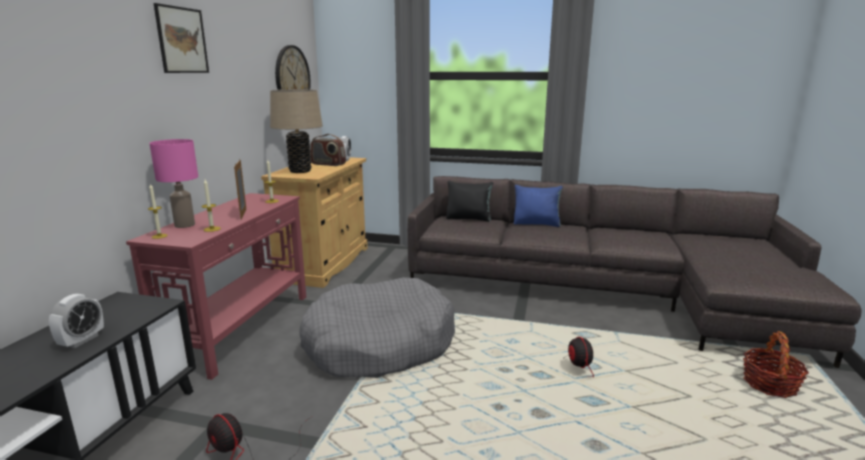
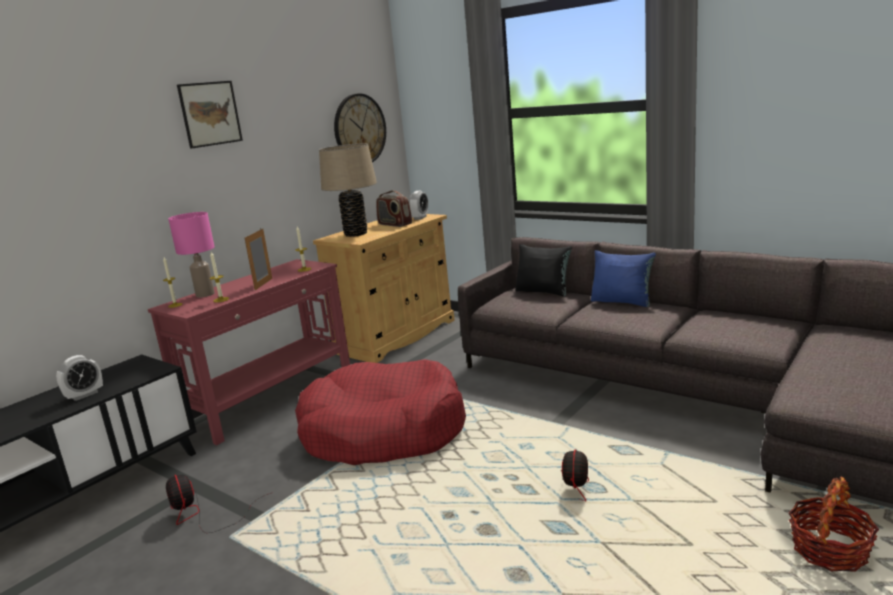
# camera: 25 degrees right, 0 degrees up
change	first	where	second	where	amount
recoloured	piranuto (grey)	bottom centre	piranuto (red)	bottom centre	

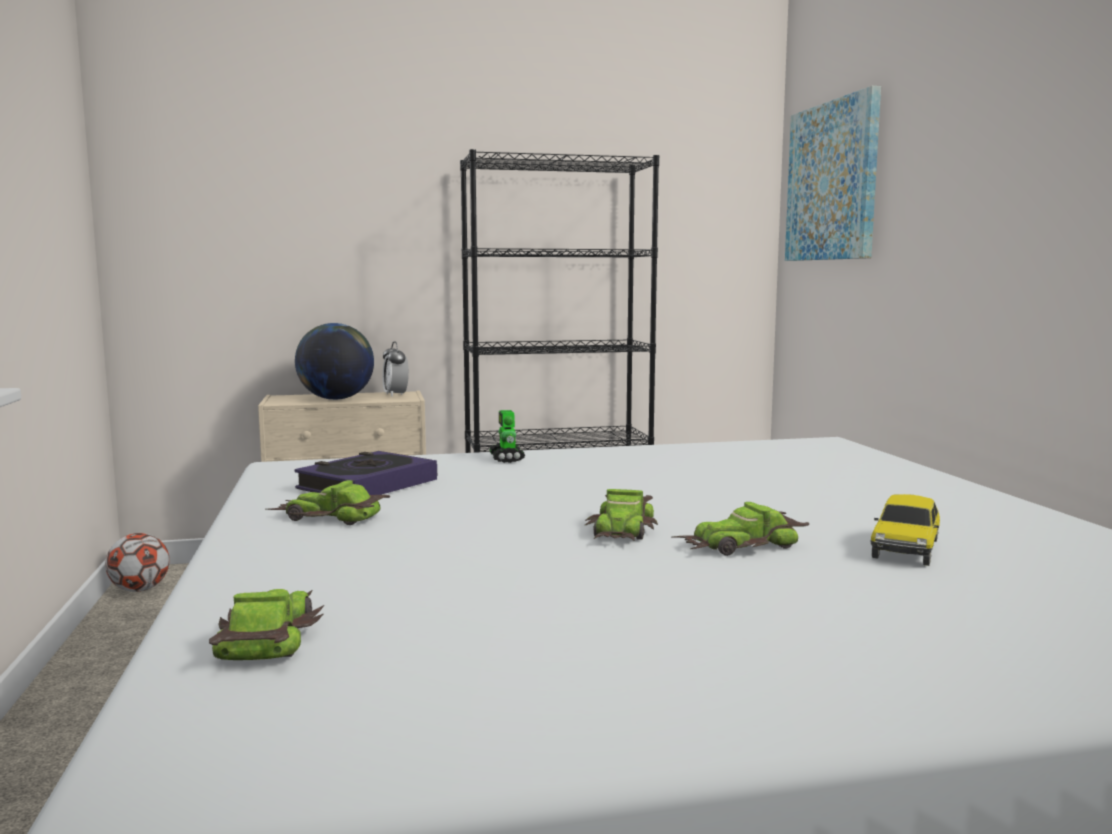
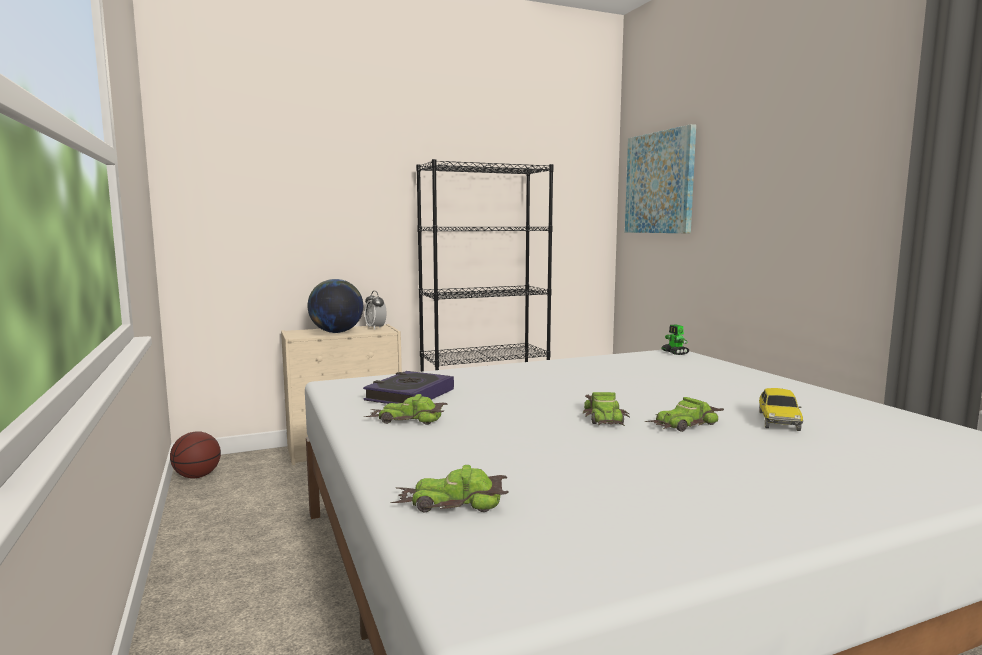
# camera: 10 degrees left, 0 degrees up
change	first	where	second	where	amount
replaced	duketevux	bottom left	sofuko	bottom left	
turned	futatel (1st from left in the first image)	bottom left	futatel (2nd from left)	bottom centre	75 degrees counterclockwise
moved	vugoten	centre		middle right	

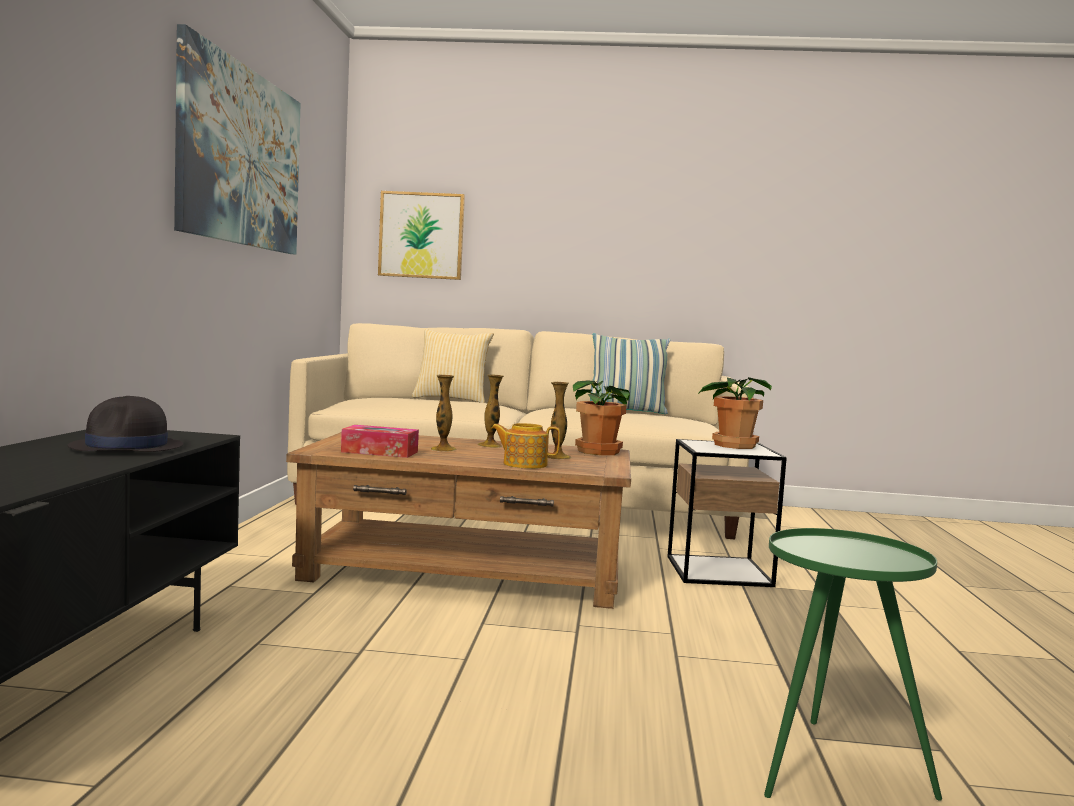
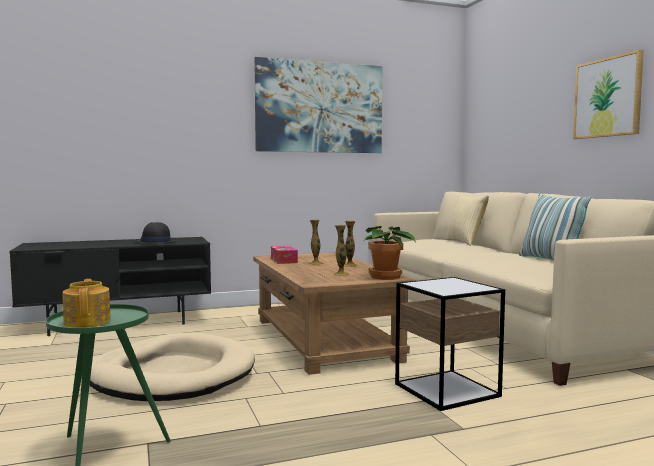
# camera: 65 degrees right, 0 degrees up
change	first	where	second	where	amount
moved	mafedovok	centre		middle left	
added			piranuto (beige)	bottom left	
moved	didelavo (2nd from left)	top centre		top right	
removed	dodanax (2nd from left)	middle right			

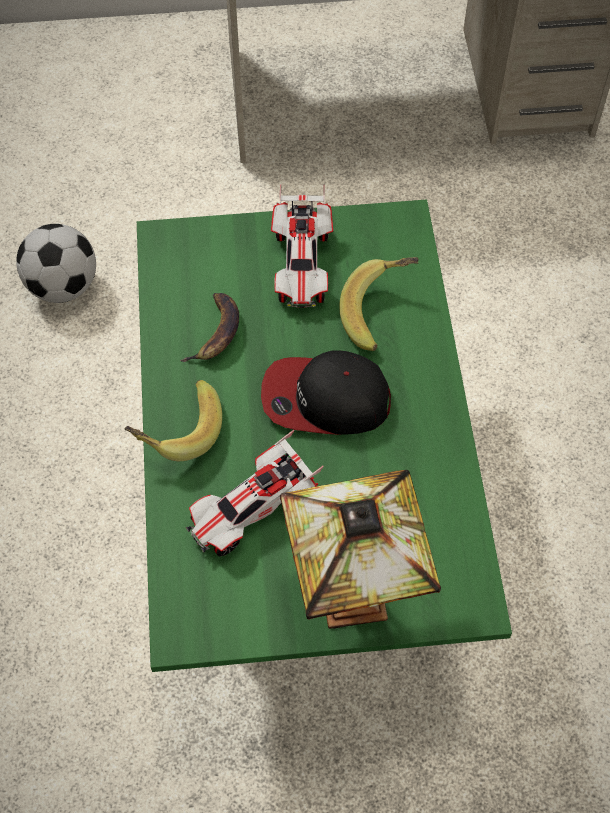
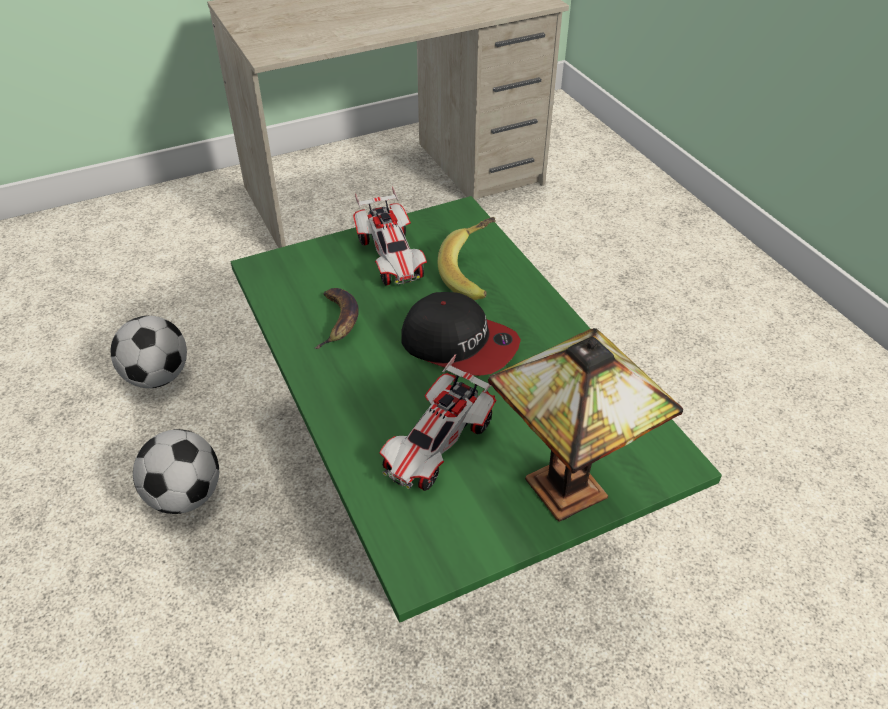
# camera: 20 degrees left, 15 degrees down
change	first	where	second	where	amount
added			duketevux (2nd from left)	middle left	
turned	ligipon	centre		centre	135 degrees counterclockwise
removed	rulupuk (1st from left)	middle left			

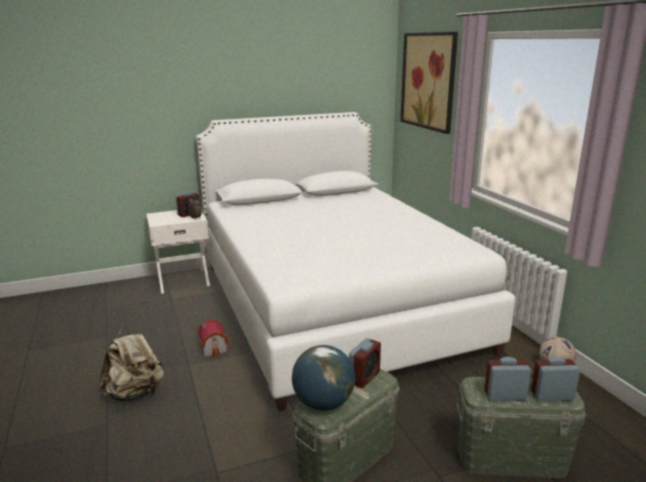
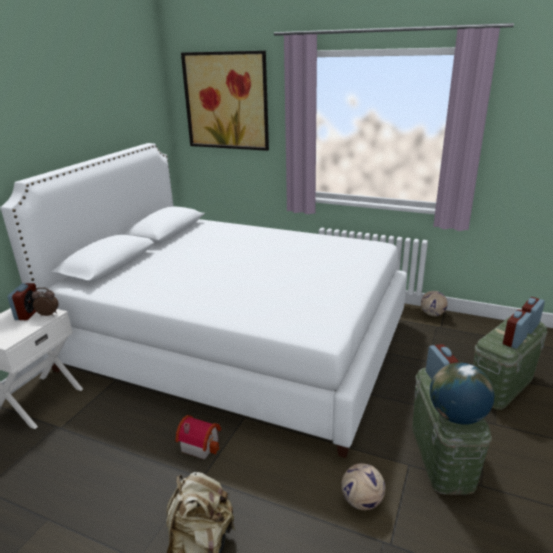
# camera: 45 degrees left, 5 degrees up
change	first	where	second	where	amount
added			duketevux (1st from left)	bottom centre	

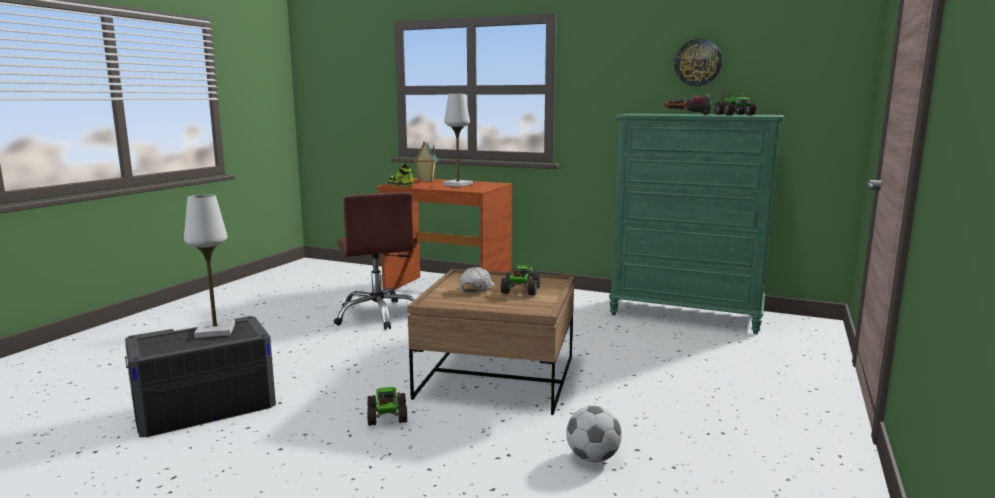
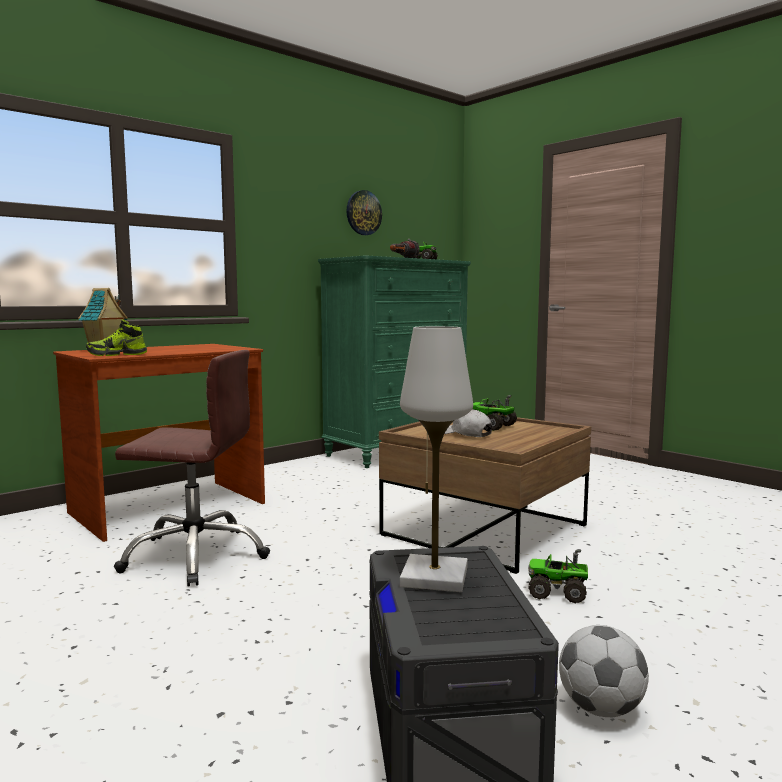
# camera: 65 degrees left, 5 degrees down
change	first	where	second	where	amount
moved	duketevux	bottom centre		bottom right	
removed	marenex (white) (2nd from left)	top centre			

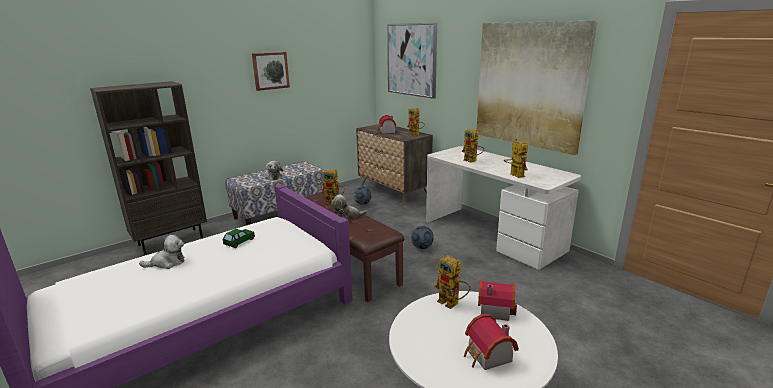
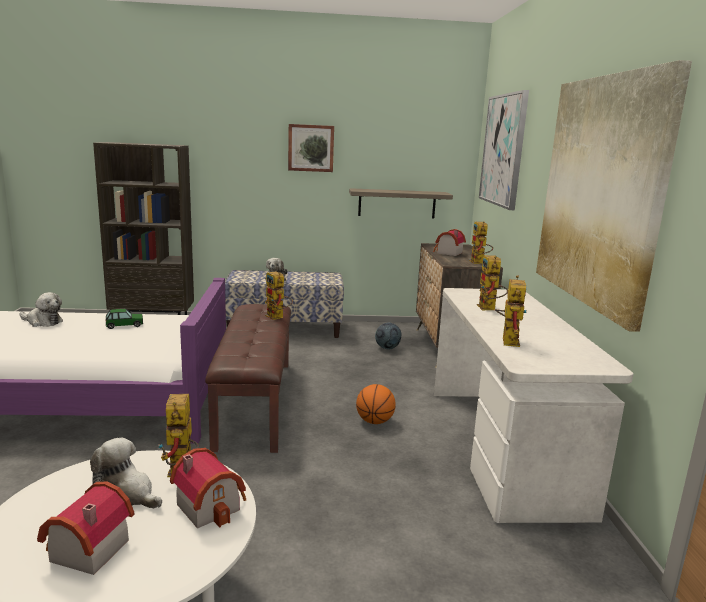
# camera: 35 degrees right, 5 degrees down
change	first	where	second	where	amount
moved	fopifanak (3rd from left in the first image)	centre	fopifanak (2nd from left)	bottom left	
added			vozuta	centre	
replaced	duketevux (2nd from left)	centre	sofuko	bottom centre	

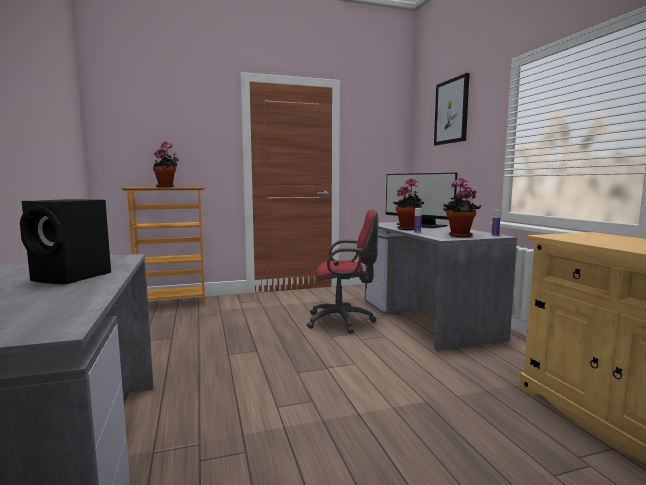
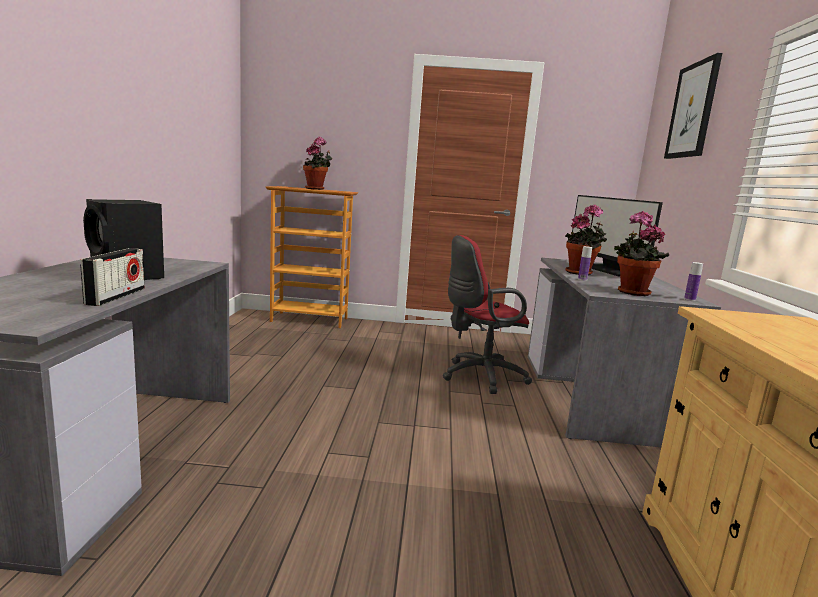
# camera: 20 degrees right, 5 degrees up
change	first	where	second	where	amount
added			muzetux	middle left	
turned	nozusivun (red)	centre		centre	135 degrees clockwise

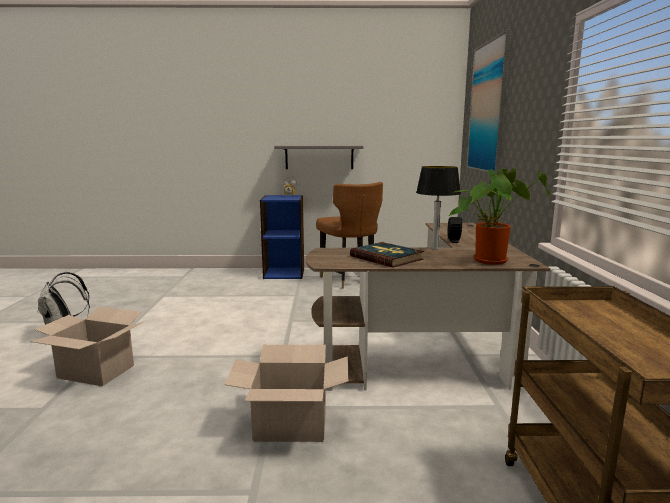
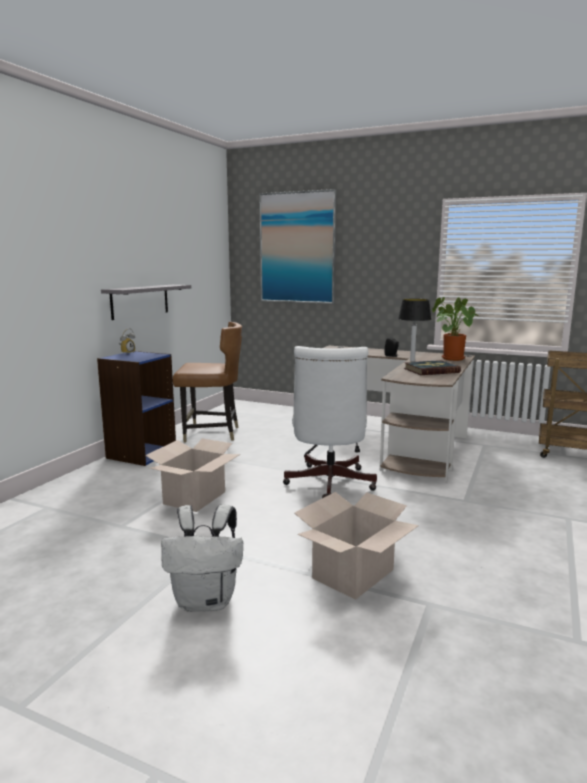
# camera: 65 degrees left, 0 degrees up
change	first	where	second	where	amount
moved	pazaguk (2nd from left in the first image)	bottom centre	pazaguk (1st from left)	middle left	
added			nozusivun (white)	centre	

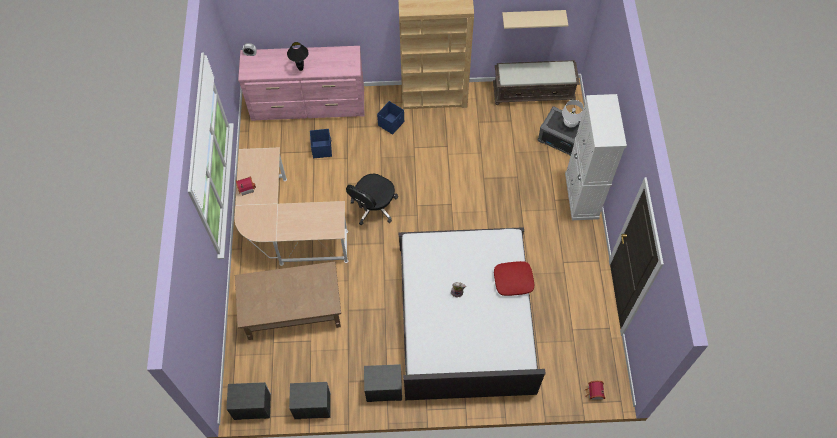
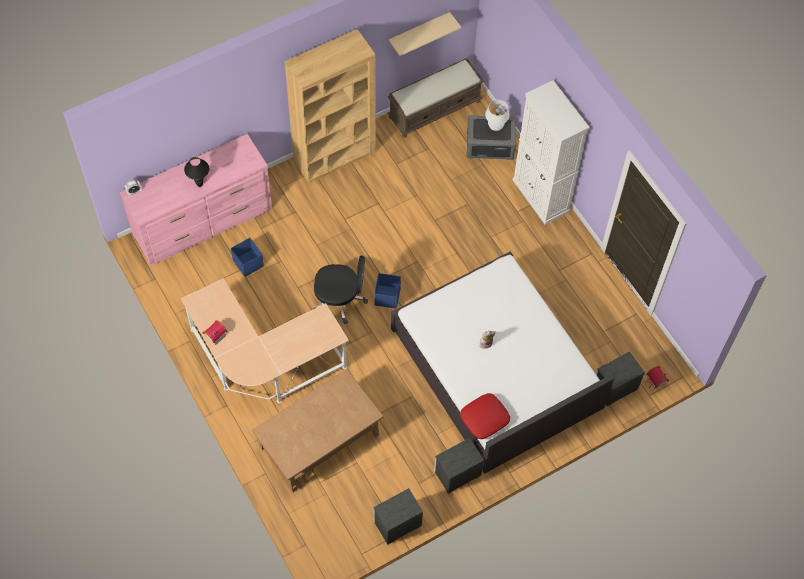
# camera: 30 degrees left, 0 degrees up
change	first	where	second	where	amount
turned	nozusivun (black)	centre		centre	90 degrees counterclockwise
moved	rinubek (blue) (2nd from left)	top centre		centre	
moved	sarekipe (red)	centre		bottom centre	
moved	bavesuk (1st from left in the first image)	bottom left	bavesuk (3rd from left)	middle right	

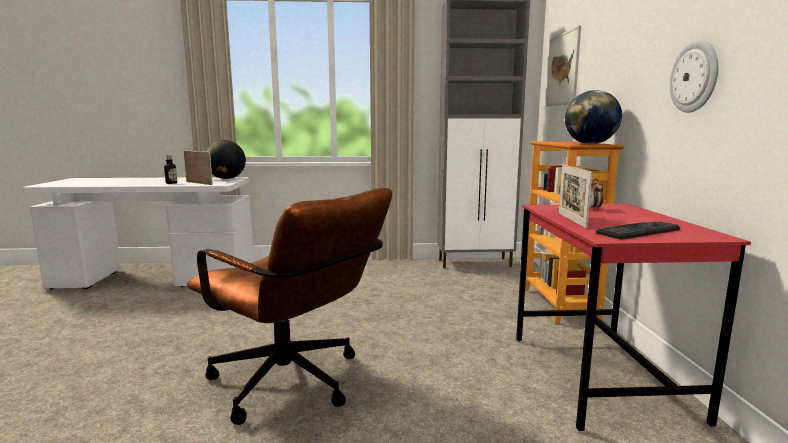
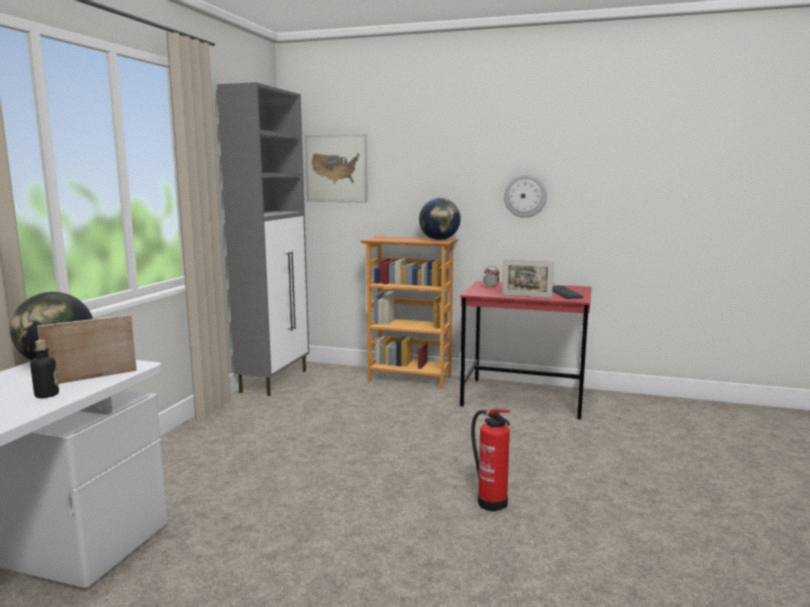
# camera: 70 degrees left, 0 degrees up
change	first	where	second	where	amount
replaced	nozusivun (brown)	bottom centre	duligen	bottom centre	

